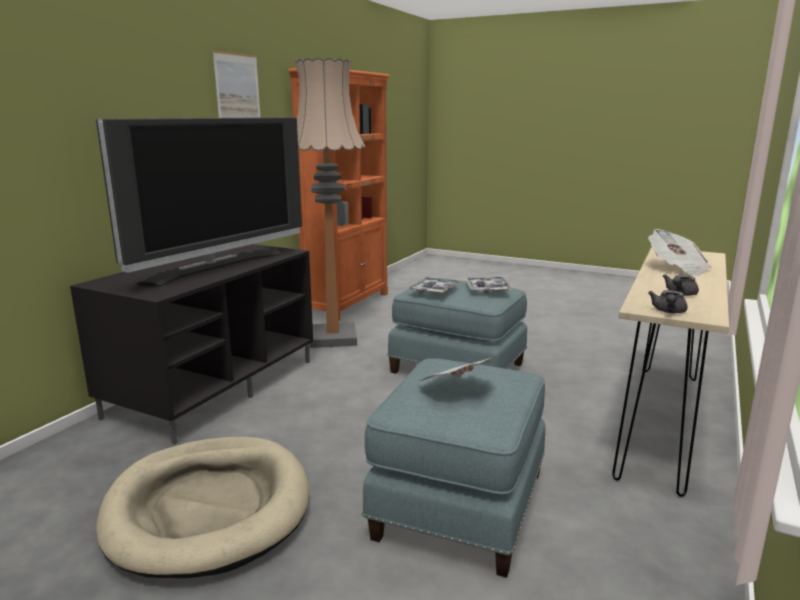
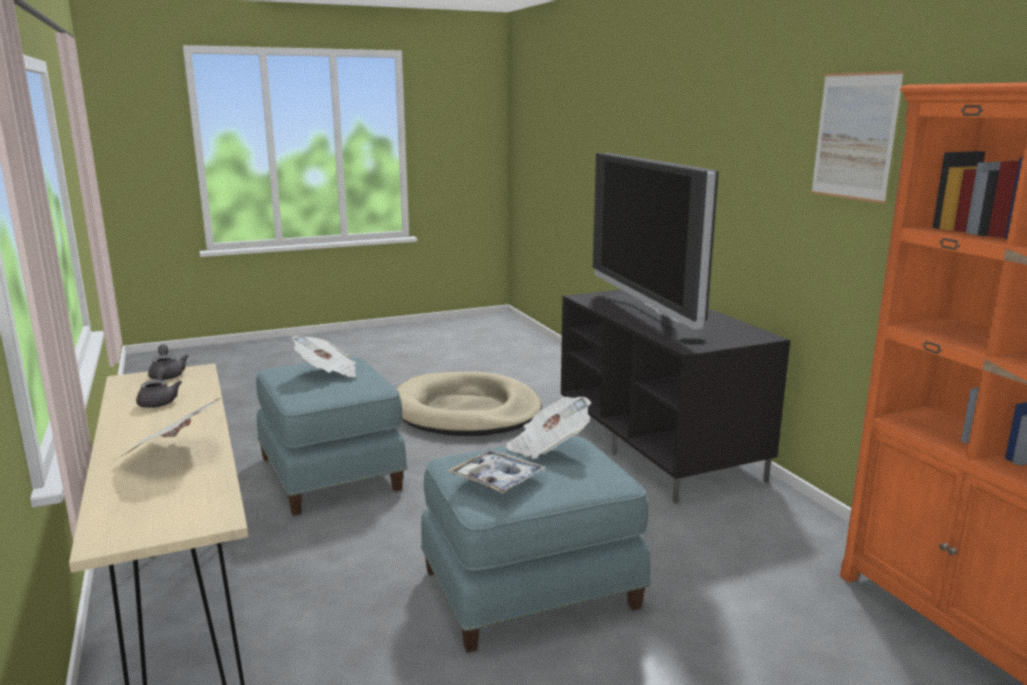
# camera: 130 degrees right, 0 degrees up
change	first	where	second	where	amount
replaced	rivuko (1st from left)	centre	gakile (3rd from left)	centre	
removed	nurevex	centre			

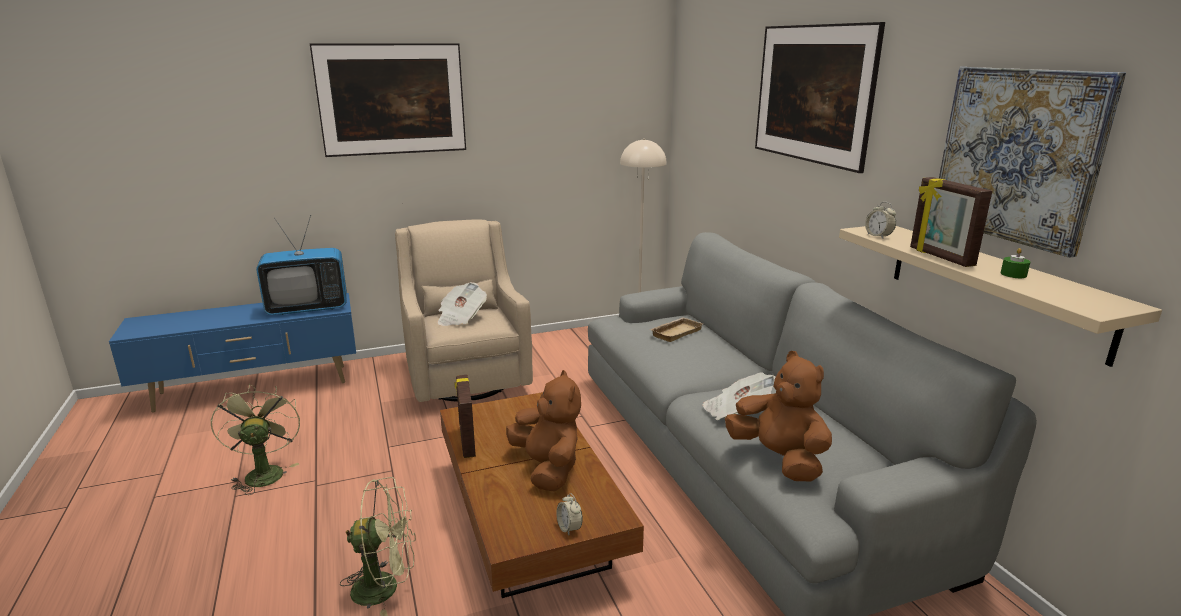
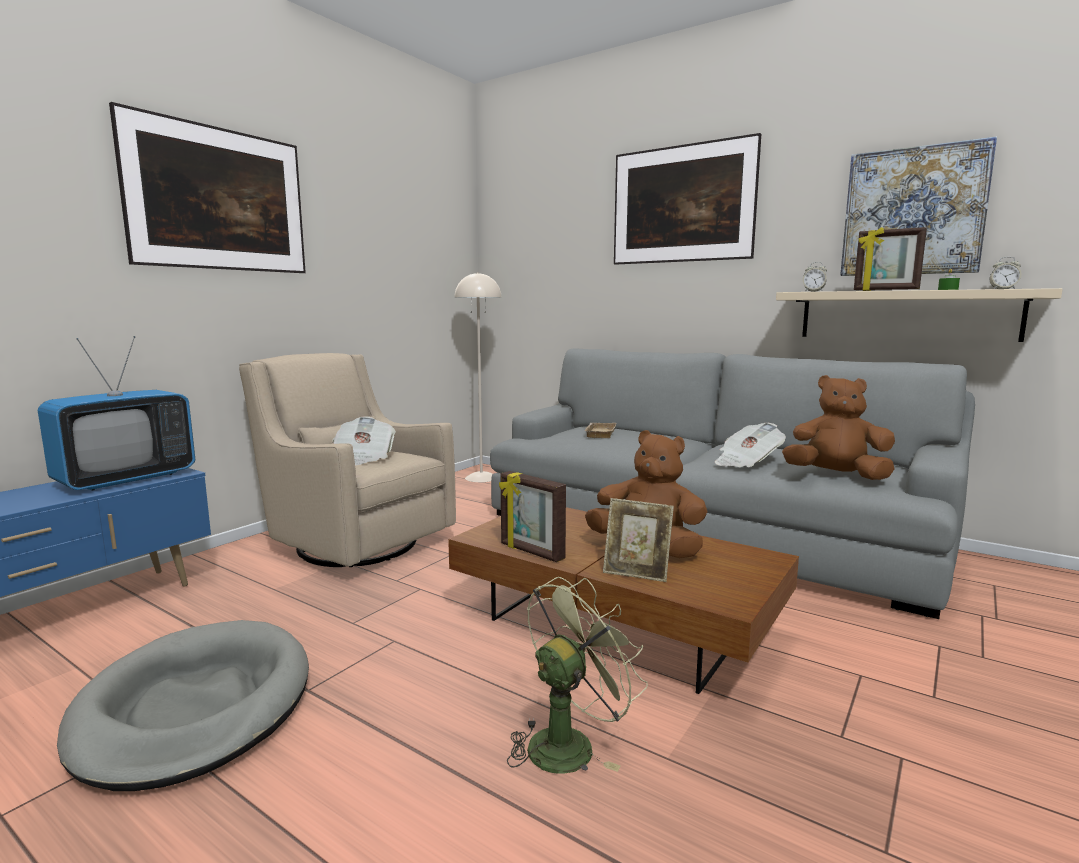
# camera: 35 degrees left, 10 degrees down
change	first	where	second	where	amount
replaced	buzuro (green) (1st from left)	bottom left	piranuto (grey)	bottom left	
added			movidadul (2nd from left)	centre	
moved	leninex (1st from left in the first image)	bottom centre	leninex (2nd from left)	top right	

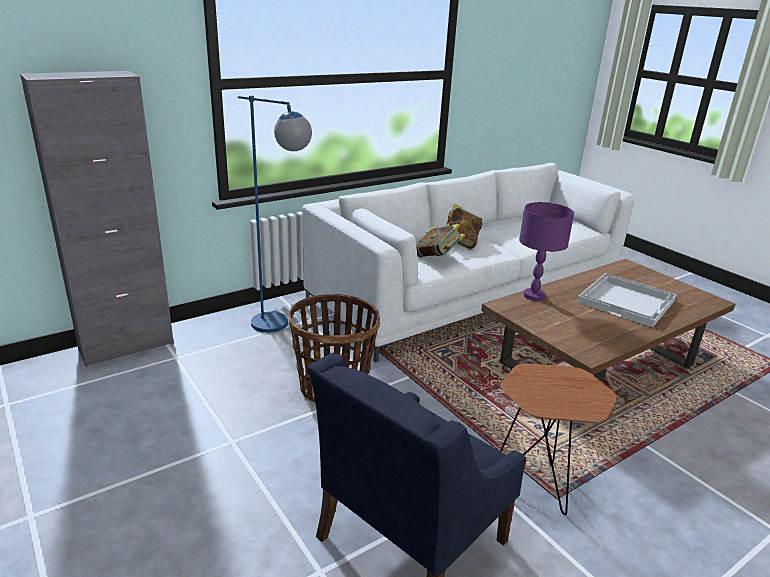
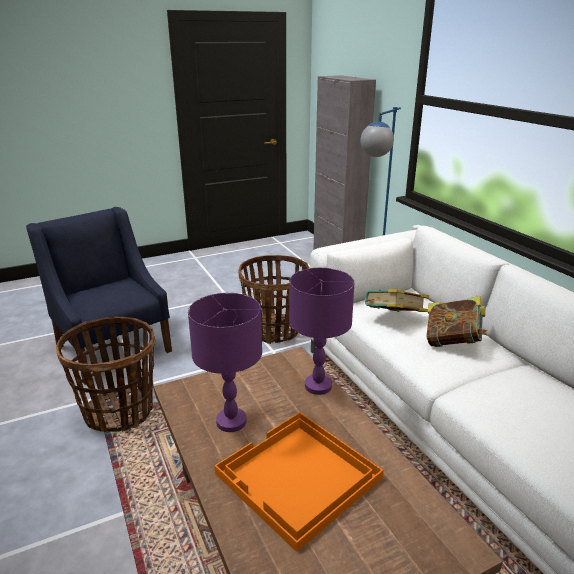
# camera: 100 degrees right, 0 degrees up
change	first	where	second	where	amount
replaced	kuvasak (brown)	bottom right	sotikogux (1st from left)	middle left	
added			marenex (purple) (1st from left)	centre	
recoloured	rivuko (white)	middle right	rivuko (orange)	bottom centre	

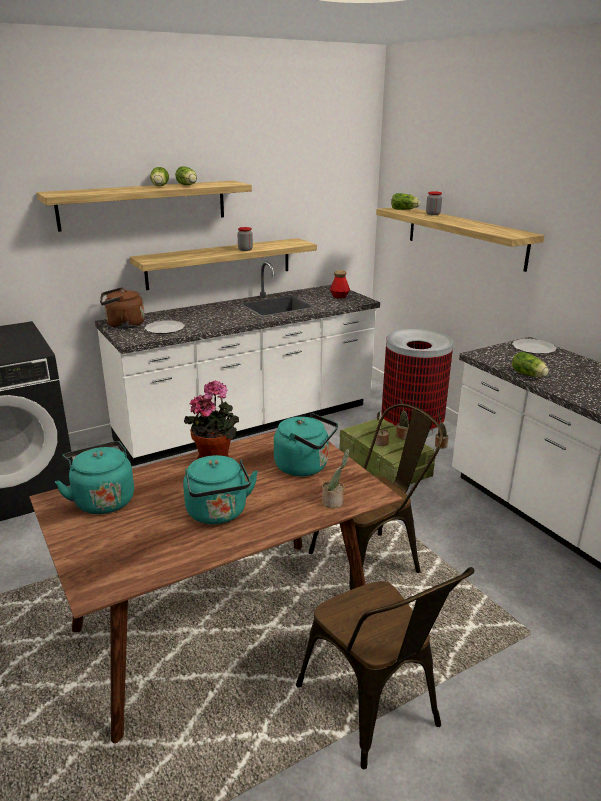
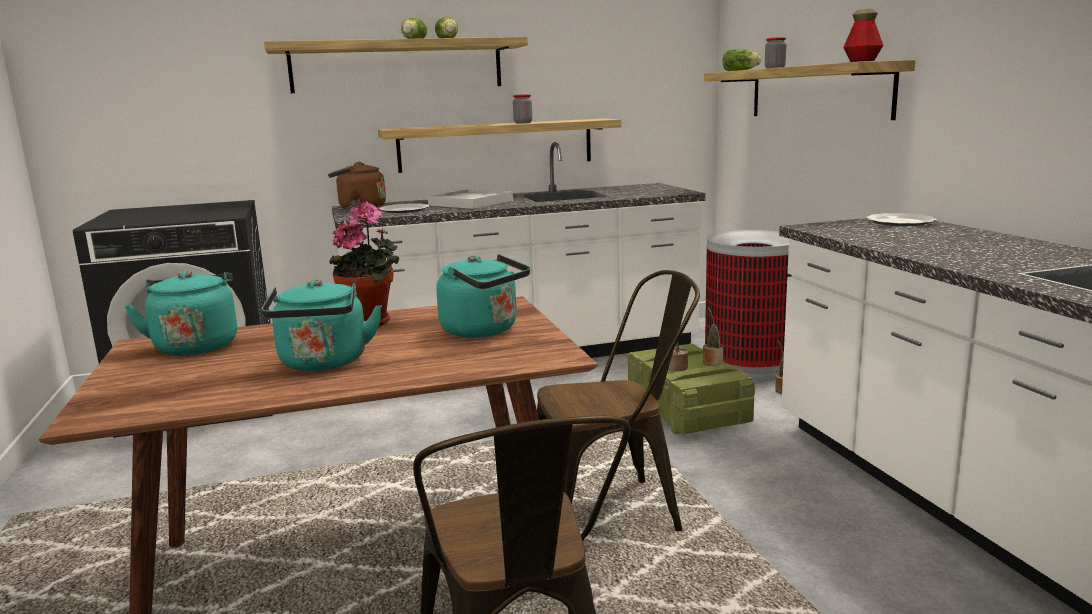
# camera: 15 degrees right, 10 degrees down
change	first	where	second	where	amount
added			rivuko (white)	top centre	
moved	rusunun	centre		top right	
removed	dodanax (2nd from left)	centre			
removed	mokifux (4th from left)	middle right			

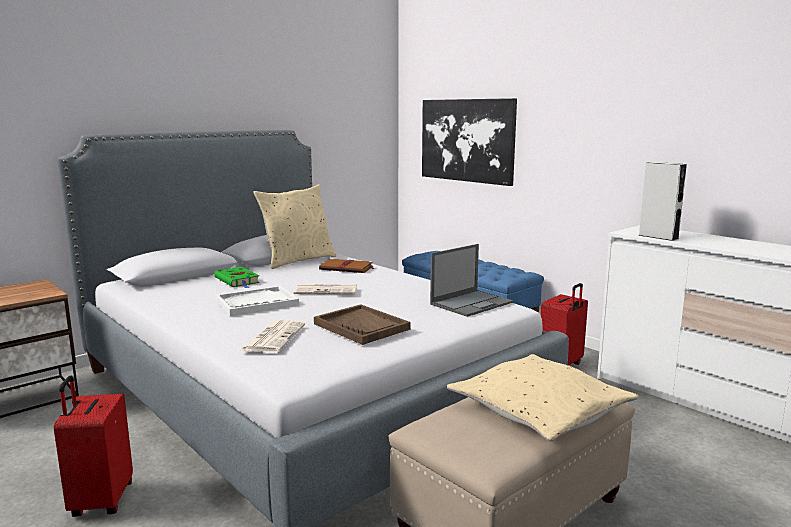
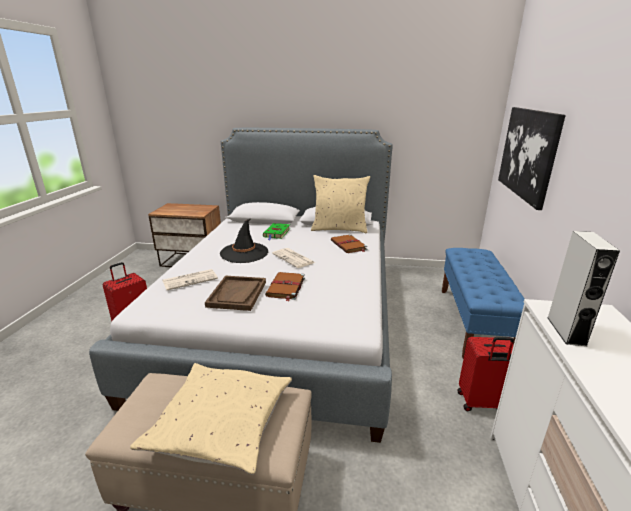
# camera: 50 degrees right, 10 degrees up
change	first	where	second	where	amount
replaced	rivuko (white)	middle left	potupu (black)	centre	
added			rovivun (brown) (1st from left)	centre	
removed	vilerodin	centre			

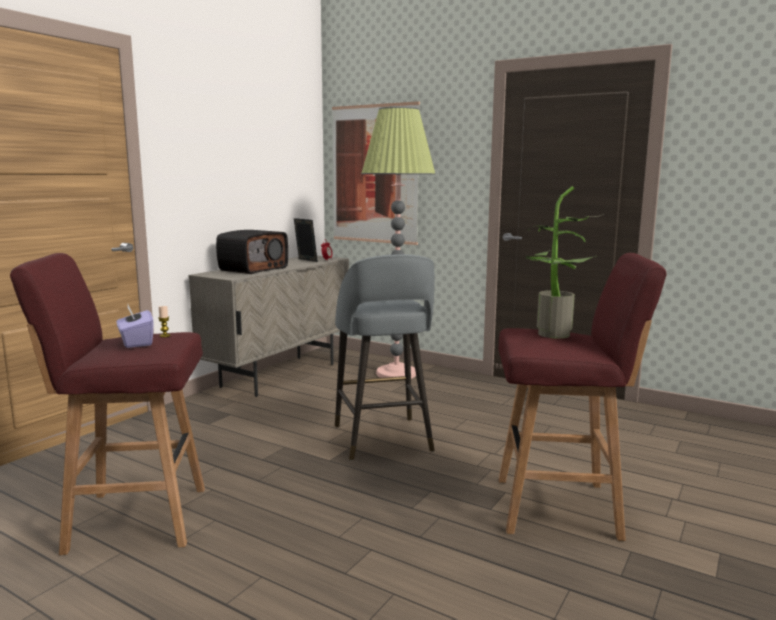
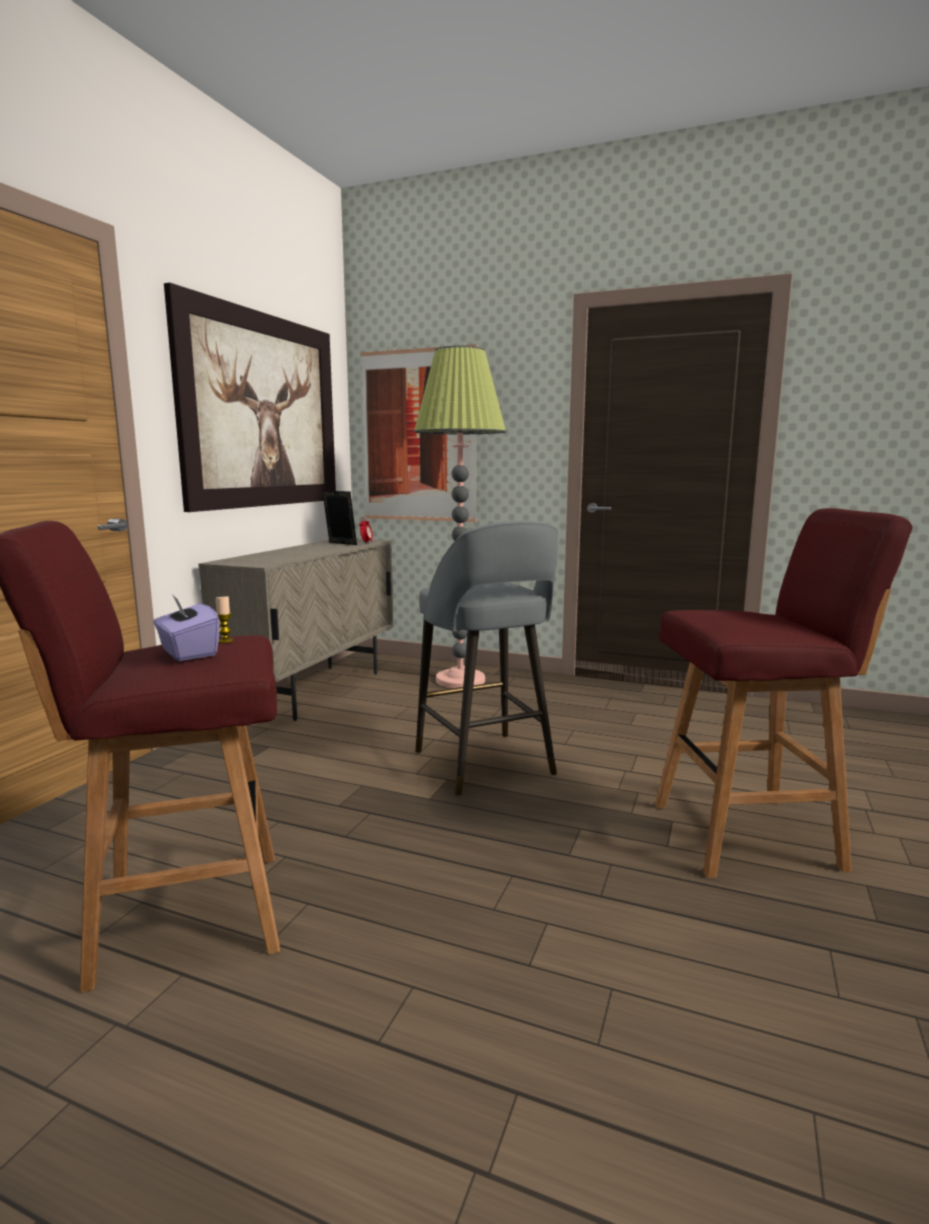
# camera: 10 degrees left, 0 degrees up
change	first	where	second	where	amount
added			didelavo (1st from left)	top left	
removed	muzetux	middle left			
removed	dodanax	middle right			

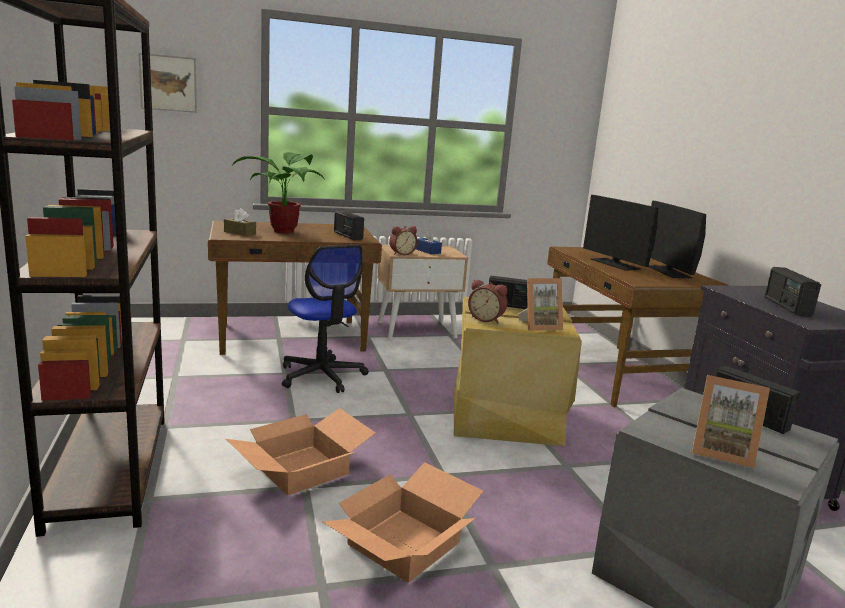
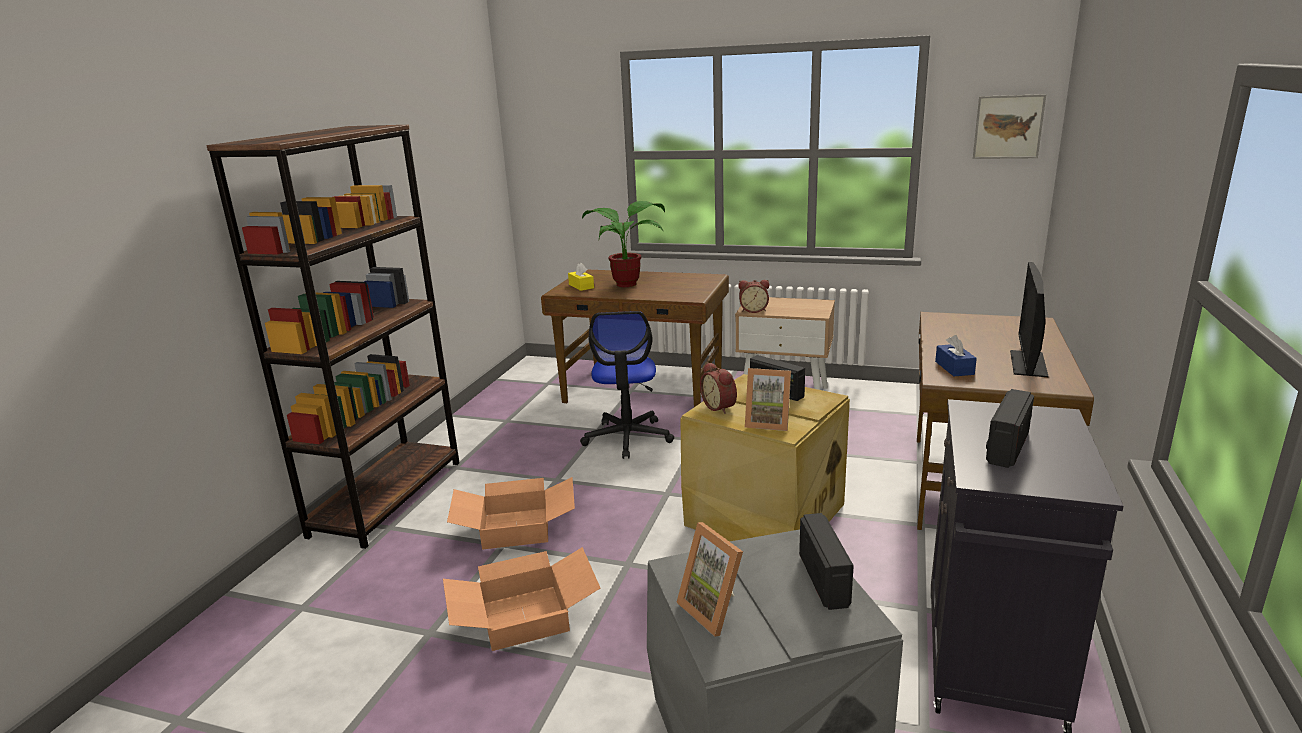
# camera: 35 degrees right, 5 degrees up
change	first	where	second	where	amount
recoloured	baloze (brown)	middle left	baloze (yellow)	centre	
moved	baloze (blue)	centre		middle right	
moved	didelavo	top left		top right	
removed	muzetux (1st from left)	centre			
removed	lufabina (1st from left)	middle right			

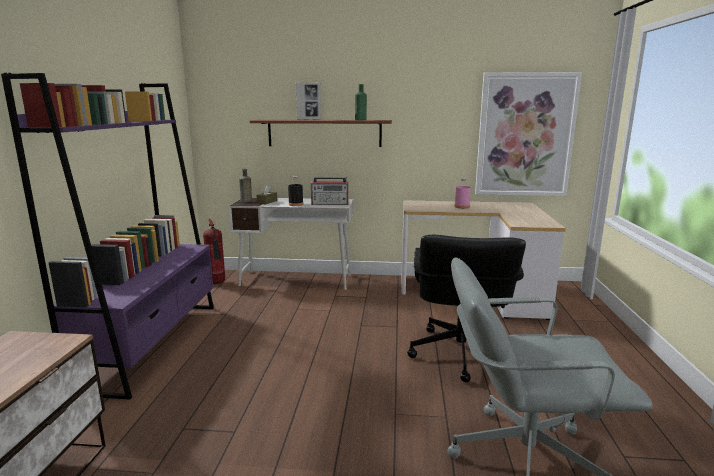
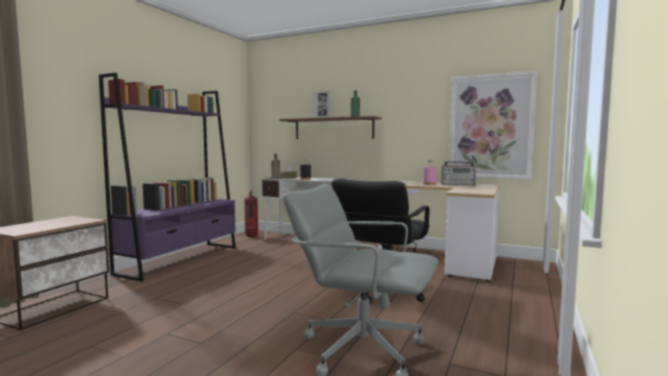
# camera: 20 degrees right, 10 degrees down
change	first	where	second	where	amount
moved	muzetux	centre		middle right	

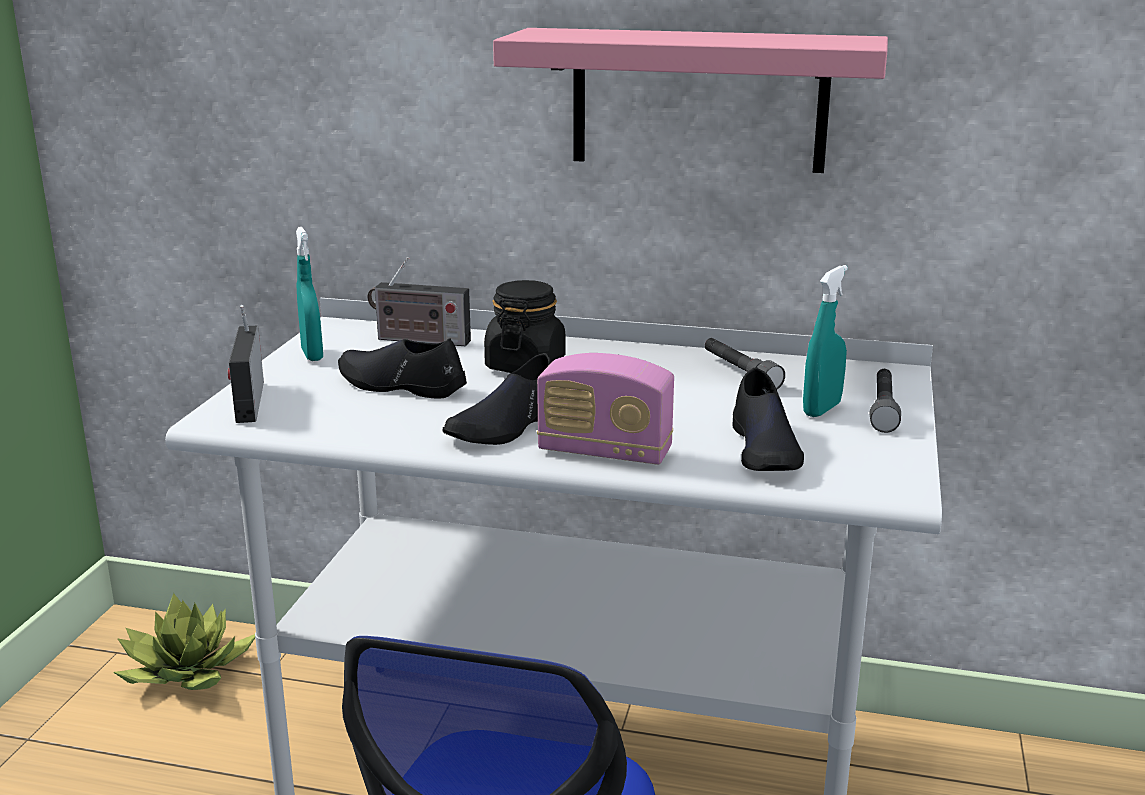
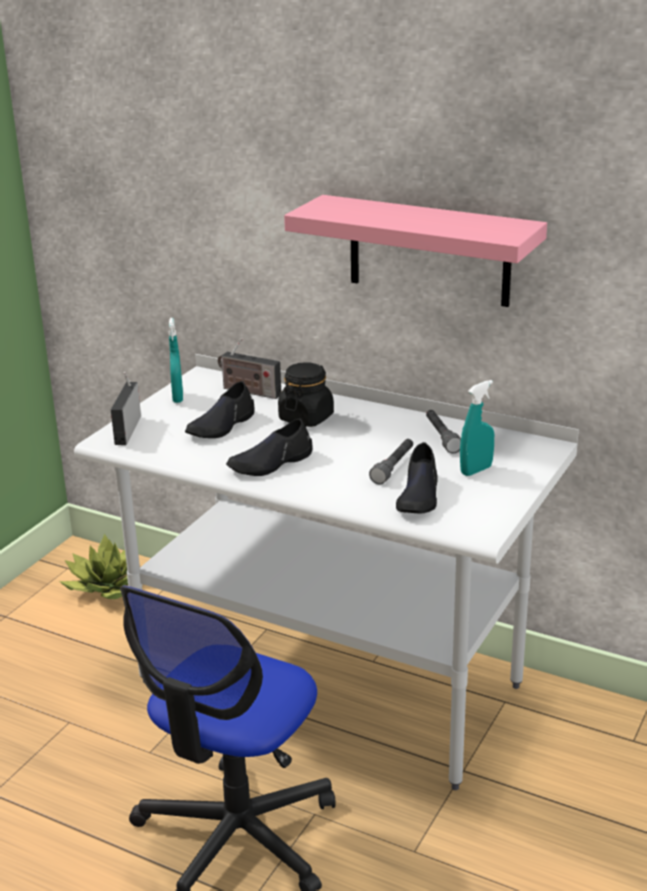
# camera: 15 degrees right, 5 degrees up
change	first	where	second	where	amount
turned	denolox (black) (1st from left)	centre		centre	90 degrees counterclockwise
moved	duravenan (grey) (2nd from left in the first image)	middle right	duravenan (grey) (1st from left)	centre	
removed	muzetux (3rd from left)	centre			

